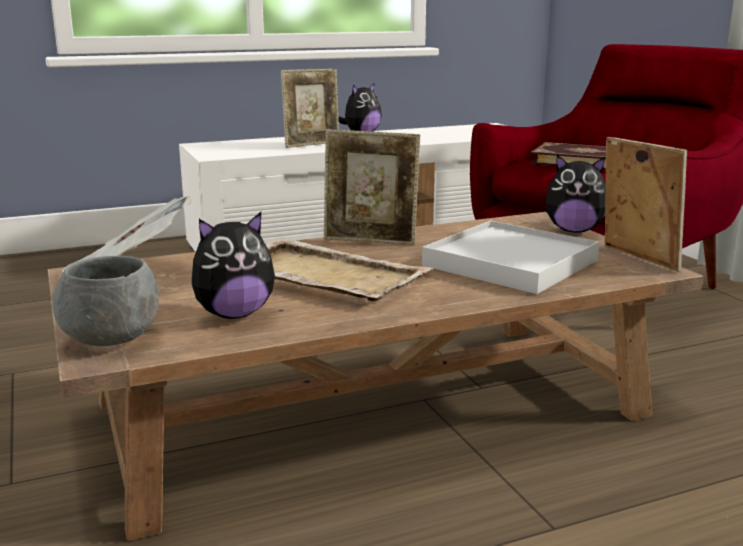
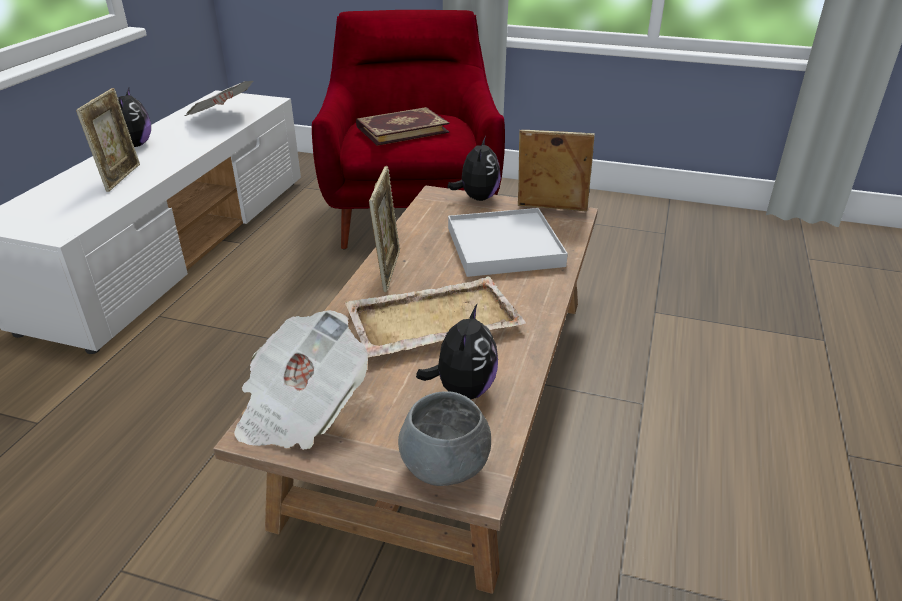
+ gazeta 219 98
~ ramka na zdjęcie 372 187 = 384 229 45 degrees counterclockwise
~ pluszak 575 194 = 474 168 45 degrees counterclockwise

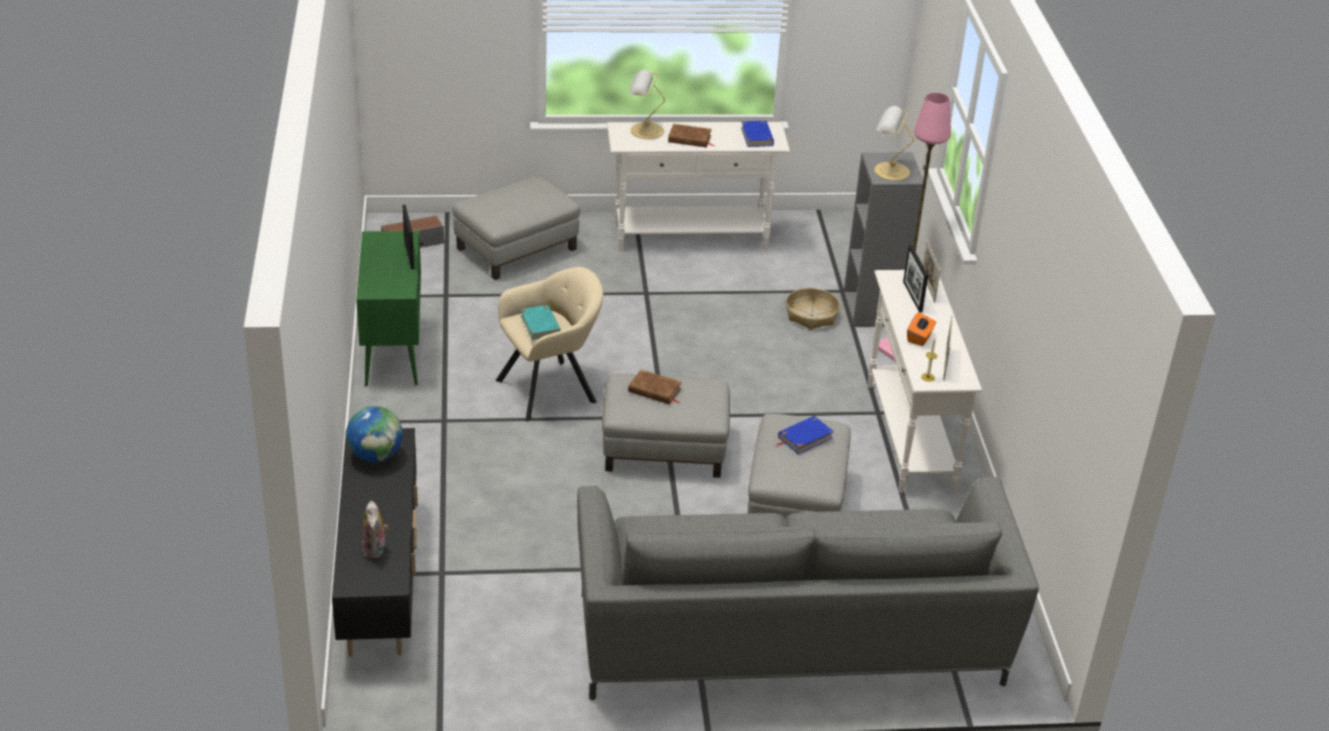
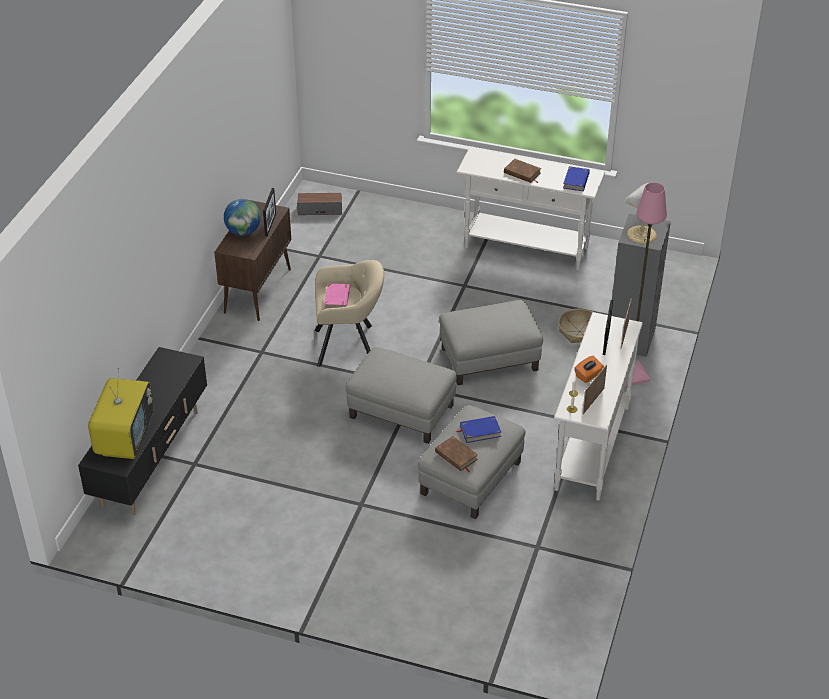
~ pluszak 375 530 to telewizor 120 413
~ szafka [zielony] 388 308 to szafka [brązowy] 252 260
~ globus 374 434 to 242 217
~ książka [turkusowy] 540 322 to książka [różowy] 337 296
~ książka [brązowy] 655 387 to 456 454
~ pufa [szary] 516 227 to 491 342
- kanapa [szary] 808 588
- lampa stołowa 647 104

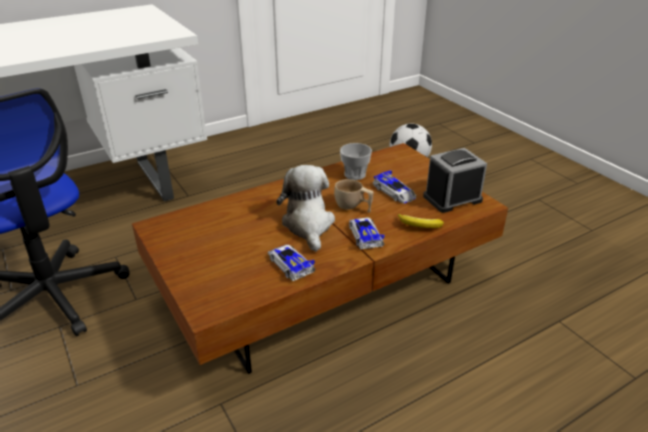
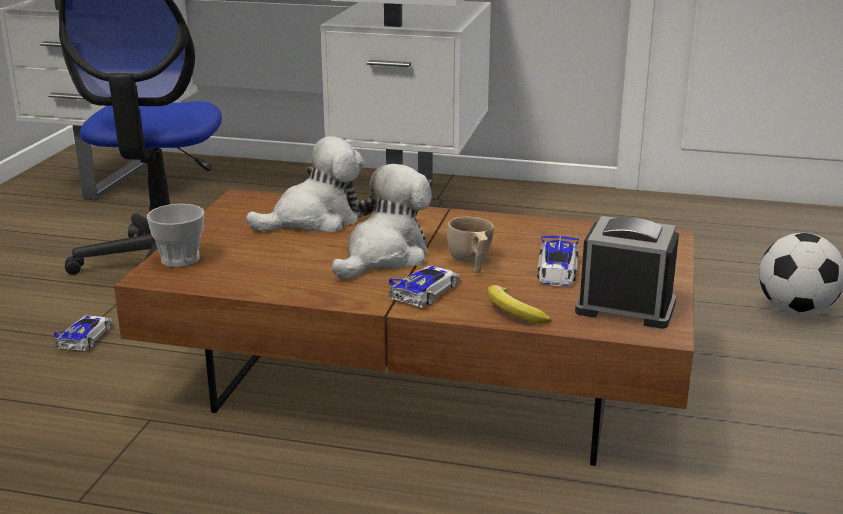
~ samochodzik 292 263 to 83 333
~ filiżanka 356 161 to 175 235
+ pluszak 305 184

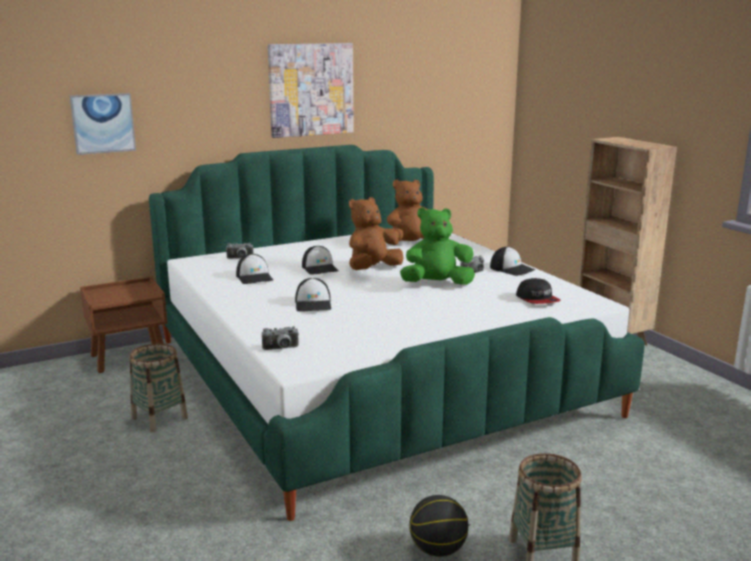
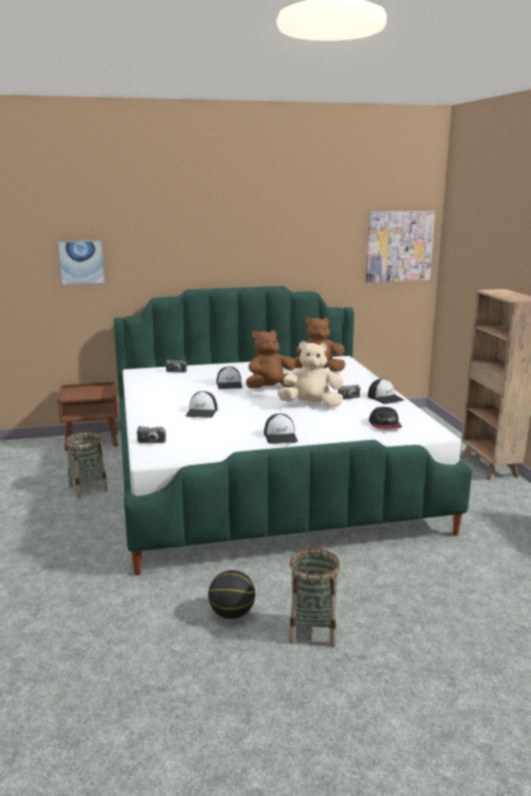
~ czapka z daszkiem 254 269 to 281 429
~ pluszak [zielony] 437 246 to pluszak [beżowy] 310 374
~ obraz 311 90 to 400 246

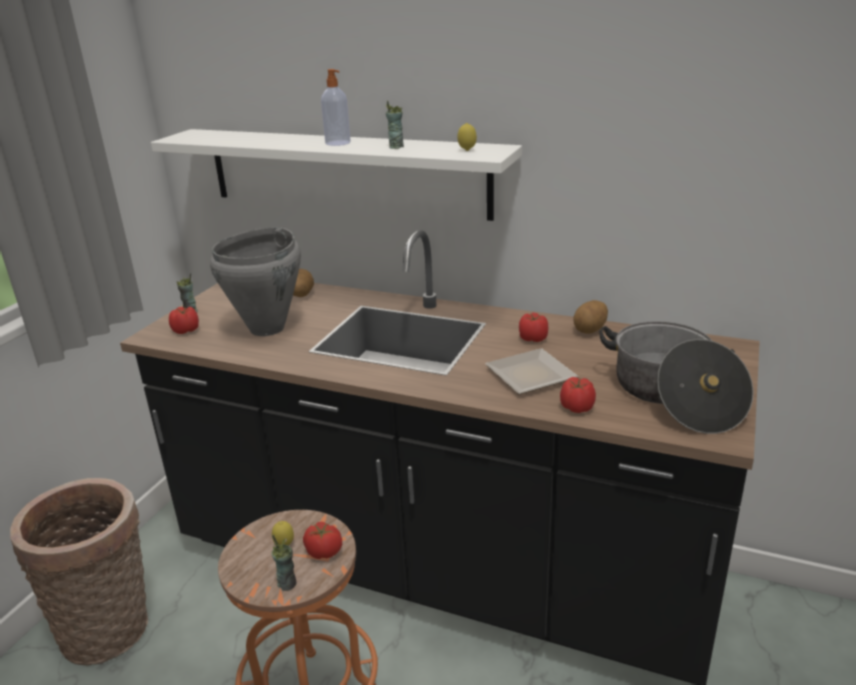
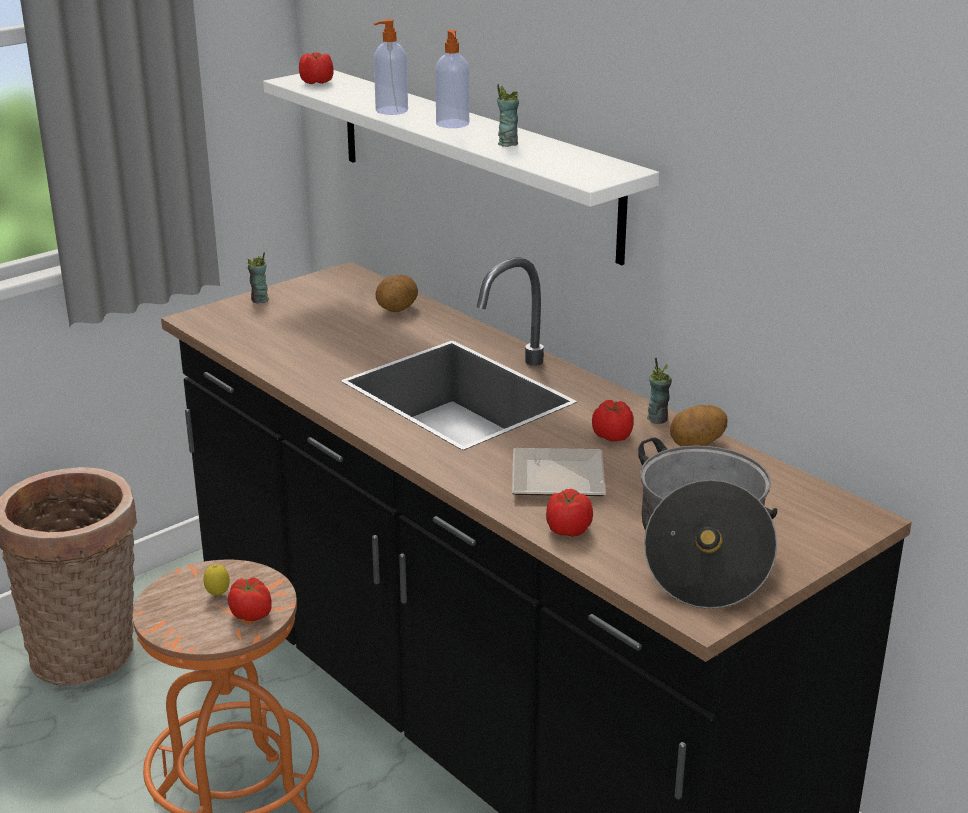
~ pomidor 184 320 to 316 68
+ dozownik mydła 391 67
~ filiżanka 284 563 to 659 391
- garnek [szary] 255 281
- cytryna 467 137

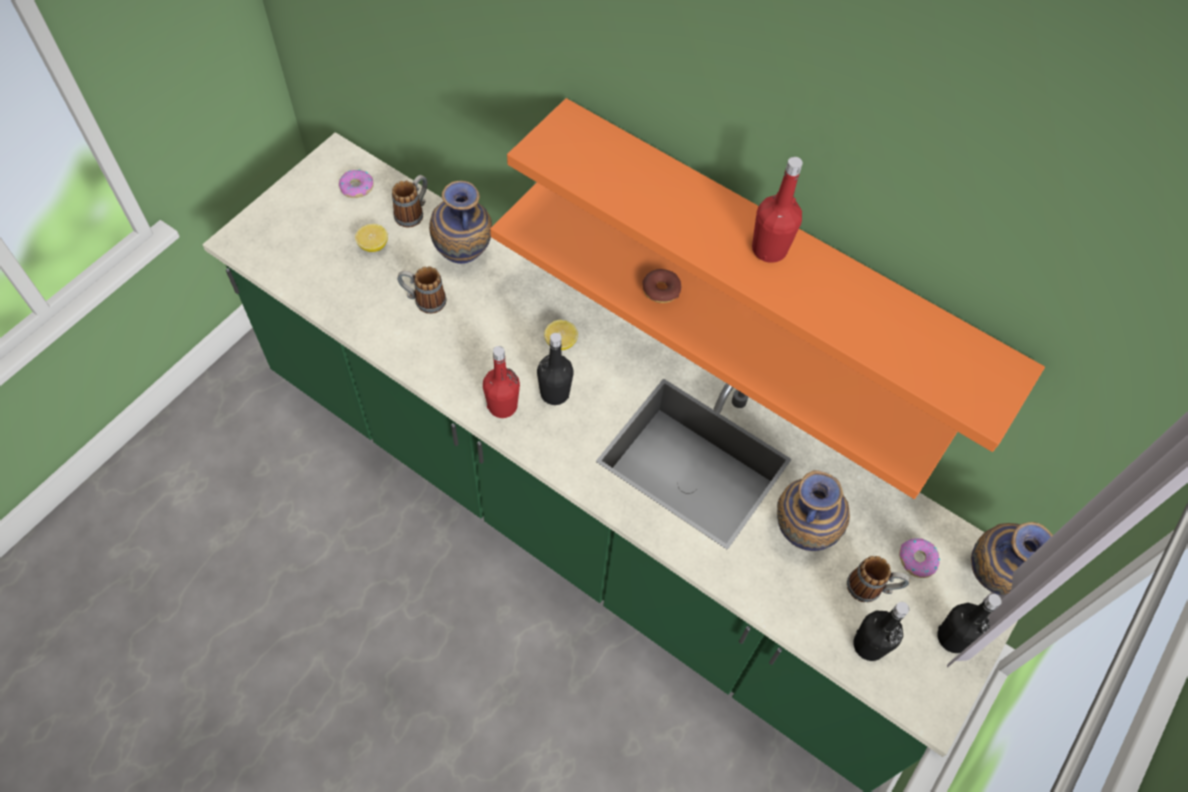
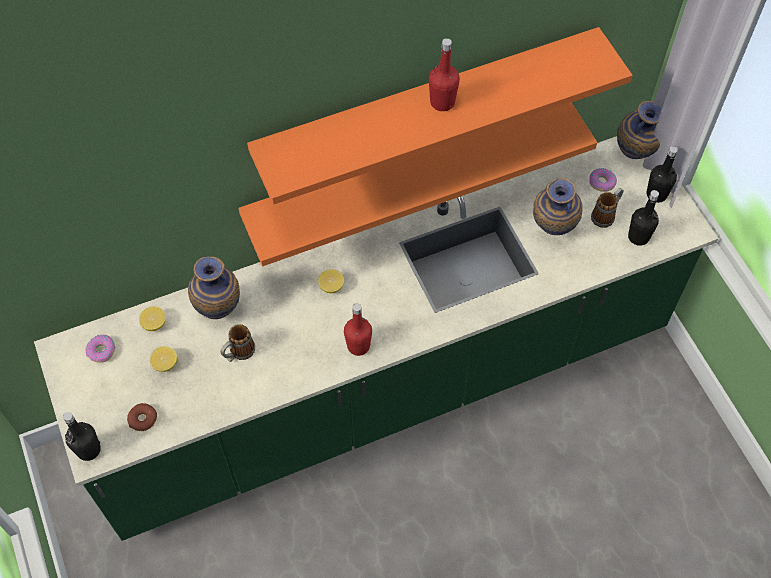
~ butelka [czarny] 555 369 to 82 436
~ donut 662 286 to 142 417
~ kubek 409 201 to cytryna 152 318

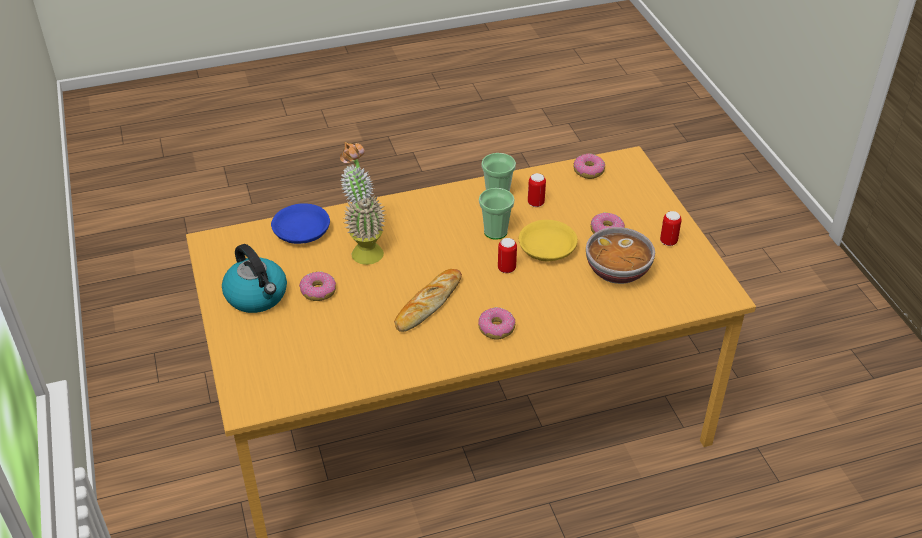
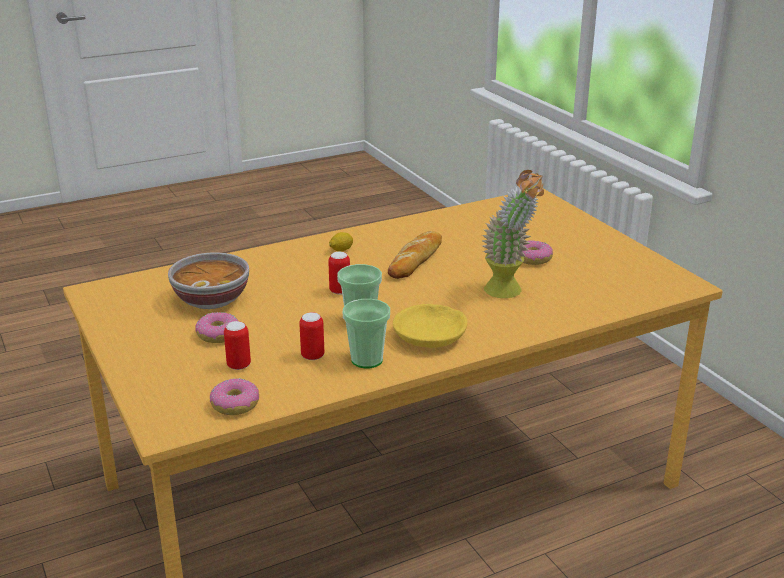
~ puszka 671 228 to 237 345
~ donut 496 323 to cytryna 341 242
~ miska [żółty] 548 240 to 430 326
- czajnik 254 278
- miska [niebieski] 300 223

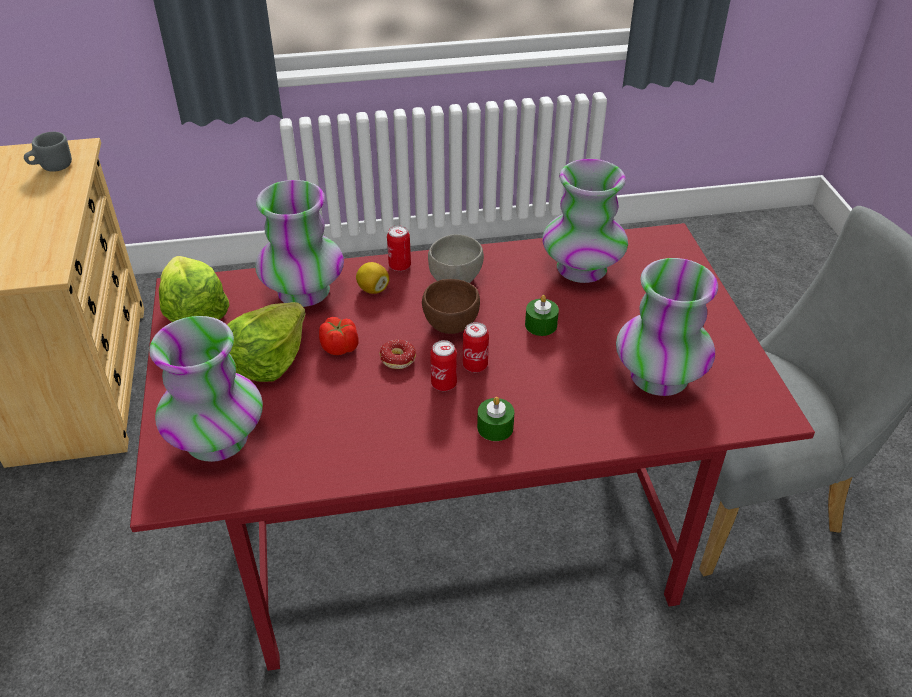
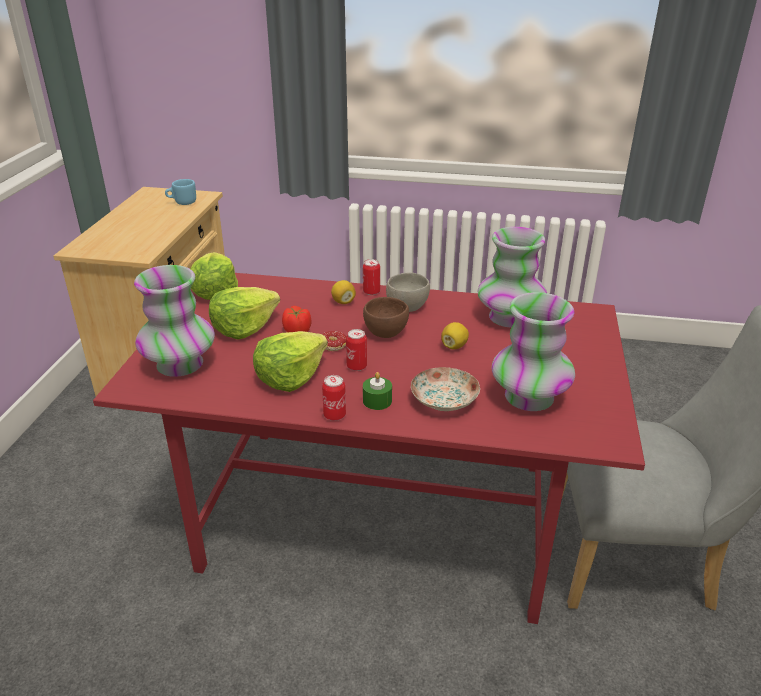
~ kubek [szary] 48 152 to kubek [niebieski] 180 192
+ sałata 290 361
~ puszka 476 347 to 334 398
+ talerz 445 389
~ świeca [zielony] 542 315 to cytryna 455 335
- wazon 299 243

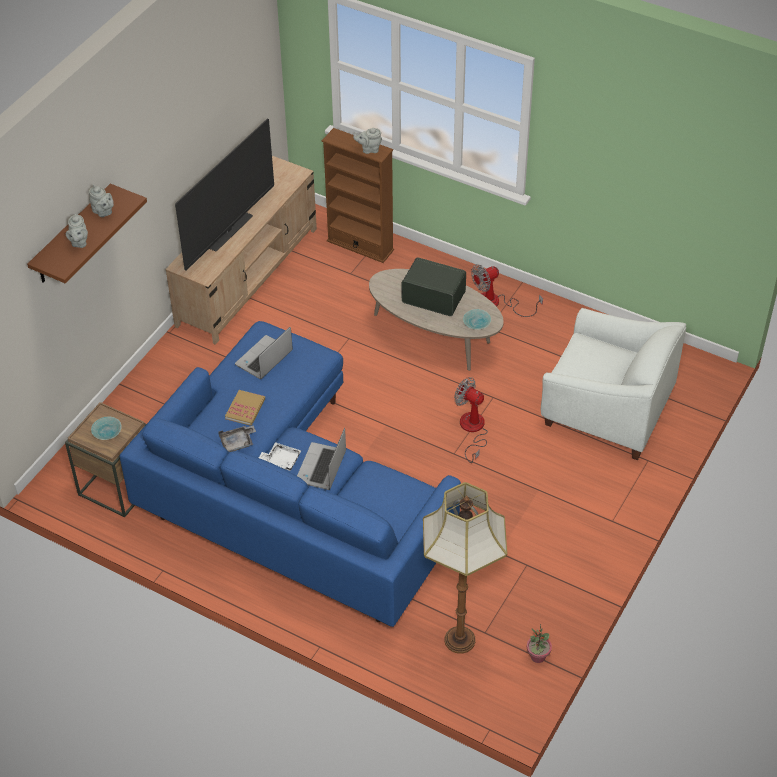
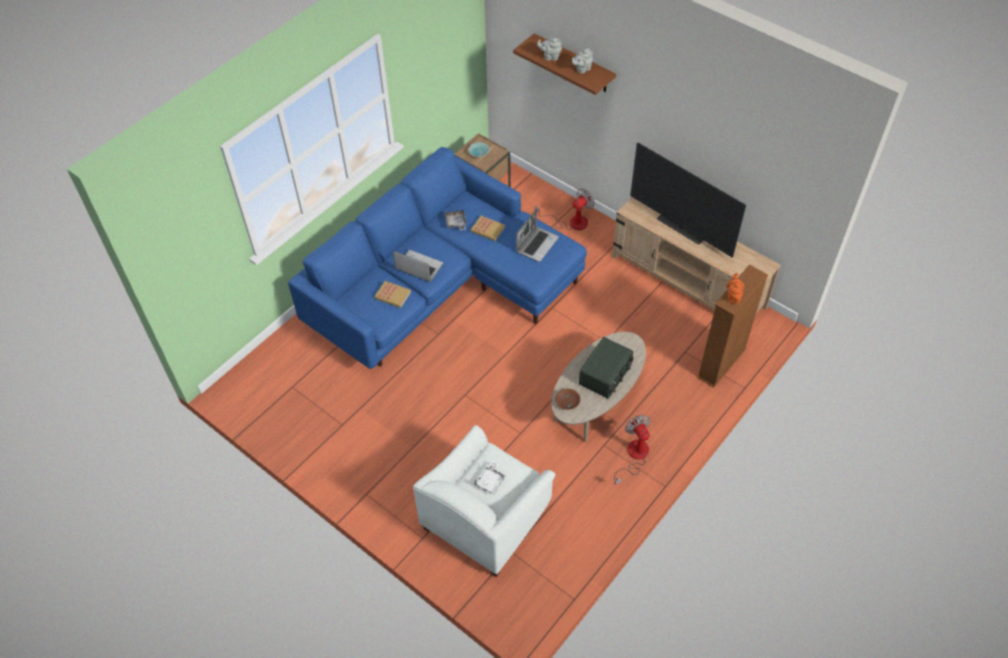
+ książka 392 294
~ taca [biały] 280 456 to 490 477
~ laptop 264 353 = 537 235 75 degrees clockwise
~ wentylator 471 420 to 565 209
~ miska [turkusowy] 477 319 to miska [brązowy] 568 399
~ imbryk [szary] 367 141 to imbryk [pomarańczowy] 735 288
- lampa stojąca 465 568
- roślina doniczkowa 539 643

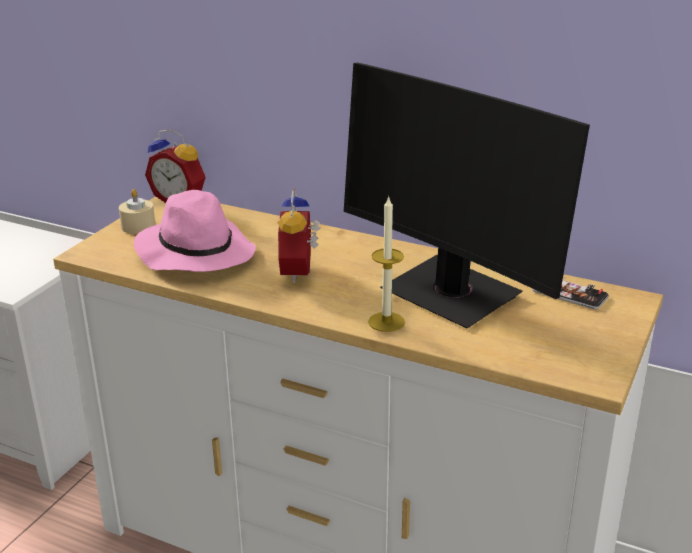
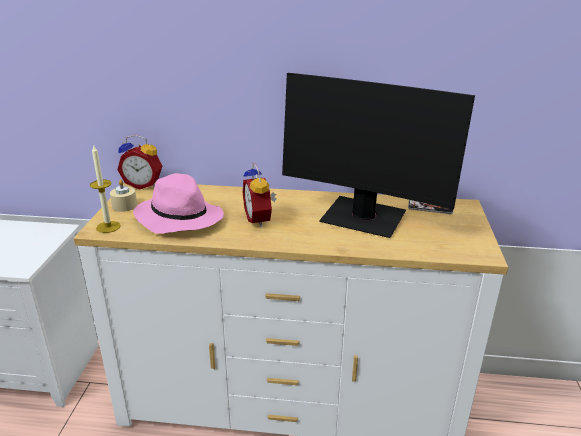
~ świeca 386 264 to 105 188

